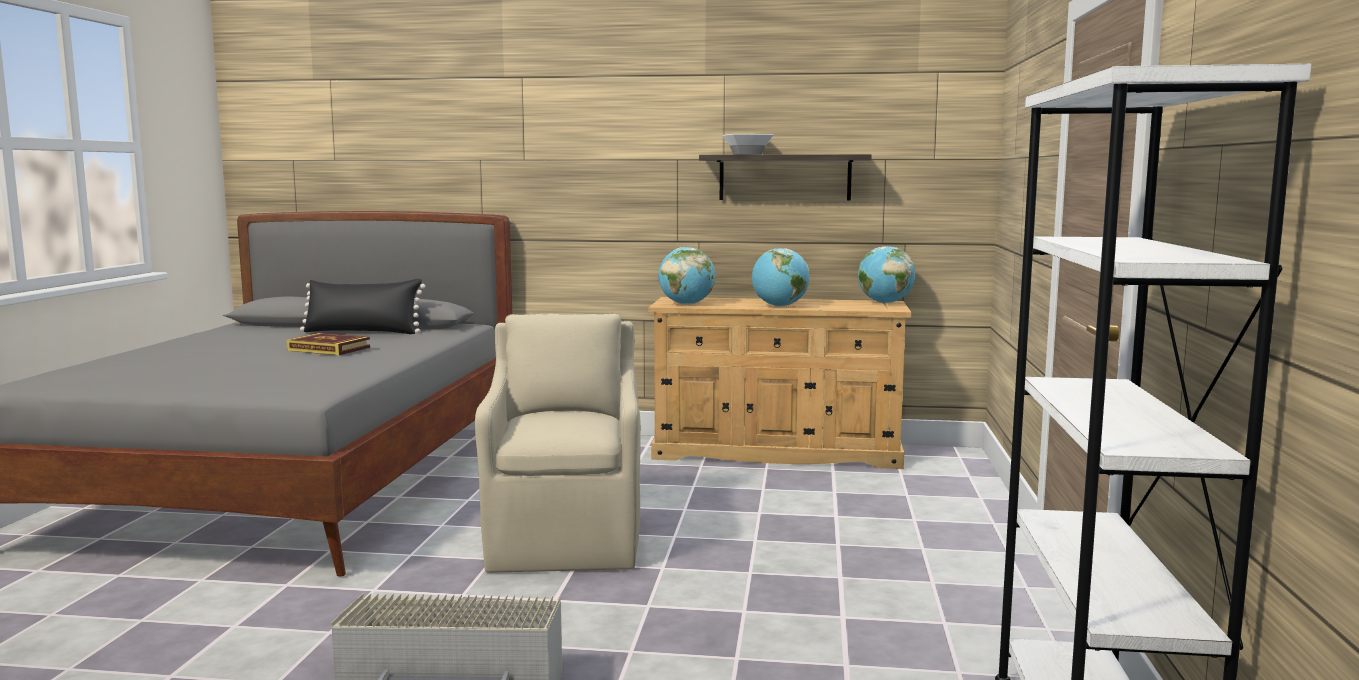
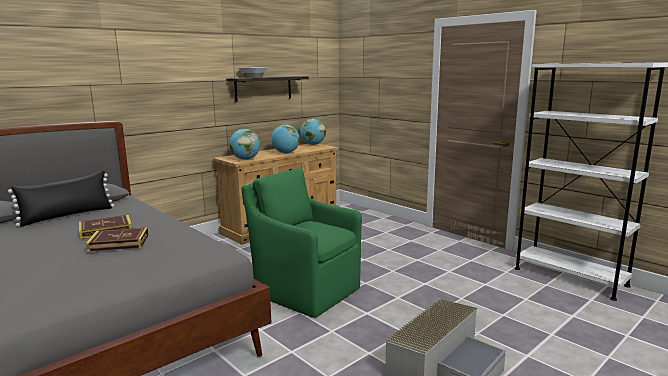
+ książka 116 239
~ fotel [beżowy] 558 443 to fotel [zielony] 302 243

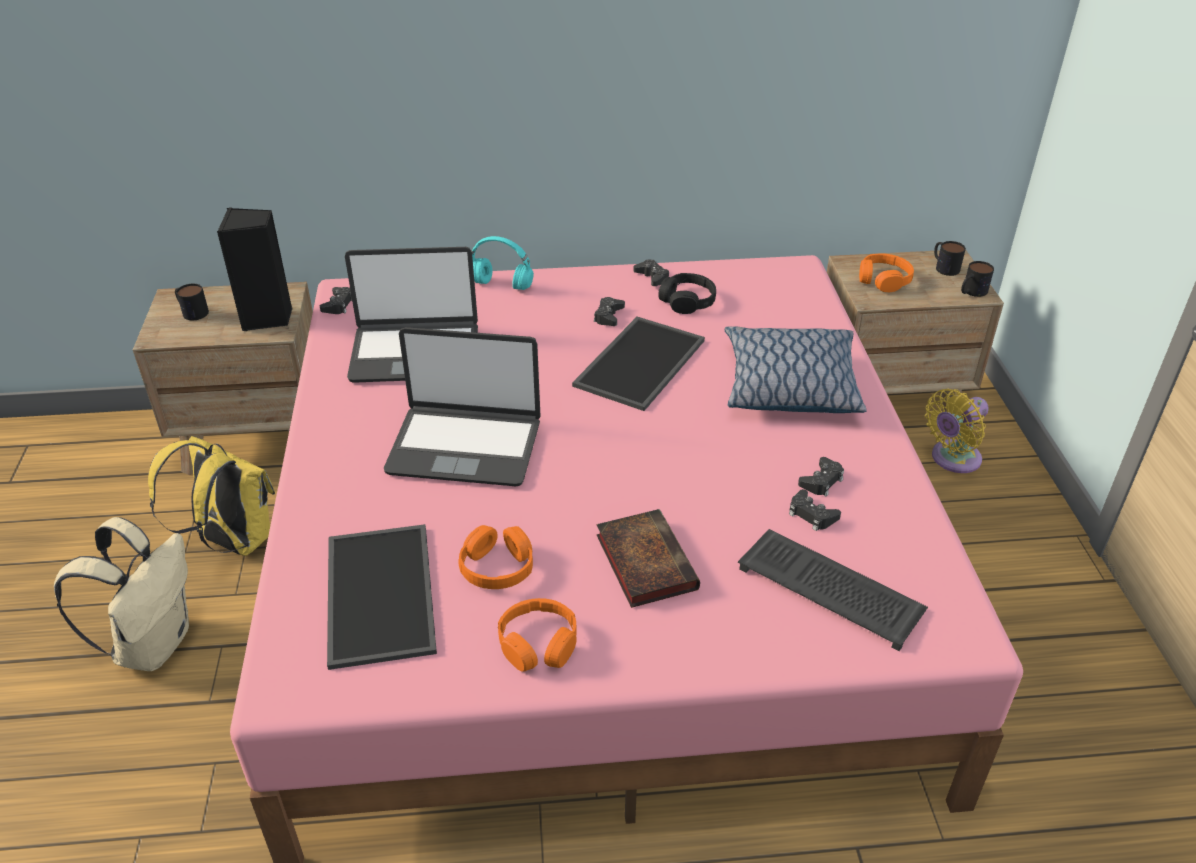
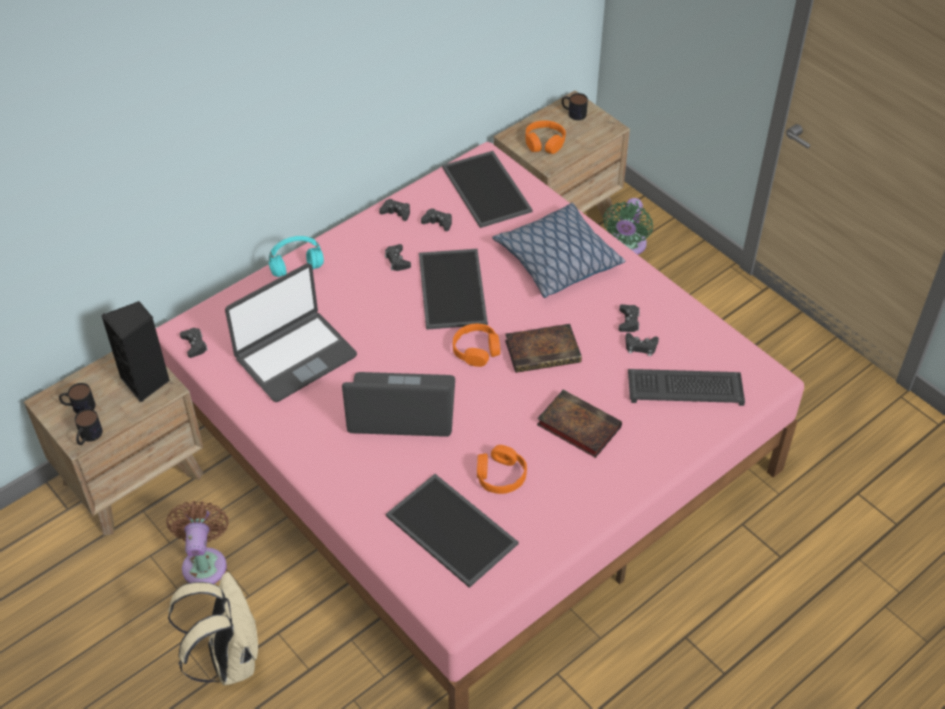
~ kubek 977 279 to 89 427
~ plecak [żółty] 211 496 to wentylator [brązowy] 197 542
~ laptop 462 406 = 398 404 150 degrees counterclockwise
~ słuchawki [czarny] 687 293 to pad do gier [czarny] 436 219
+ taca 487 189
~ słuchawki [pomarańczowy] 537 635 to 476 345
+ książka 543 348
~ wentylator [żółty] 957 431 to wentylator [zielony] 628 226

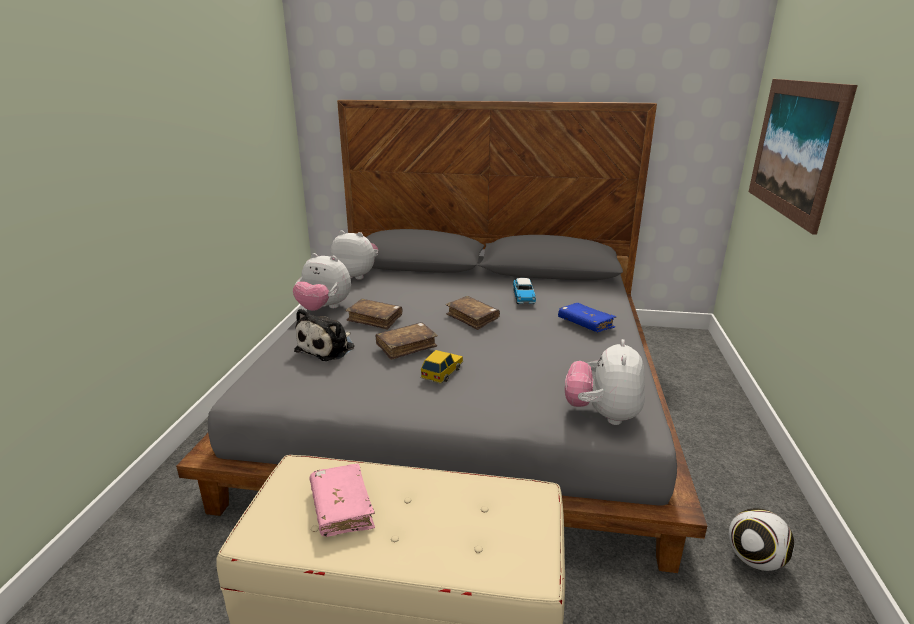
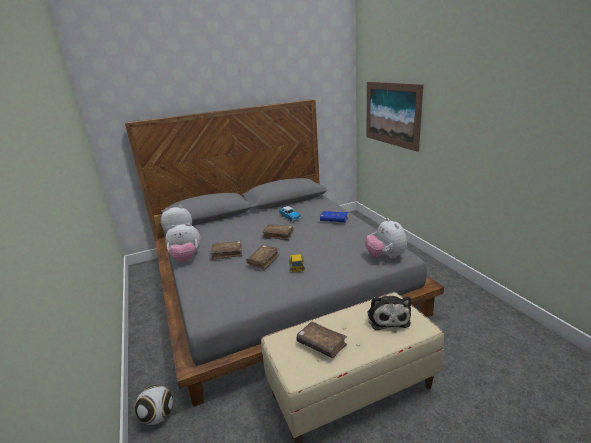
~ piłka futbolowa 762 539 to 154 405
~ książka [różowy] 342 500 to książka [brązowy] 321 339
~ pluszak 324 335 to 389 313

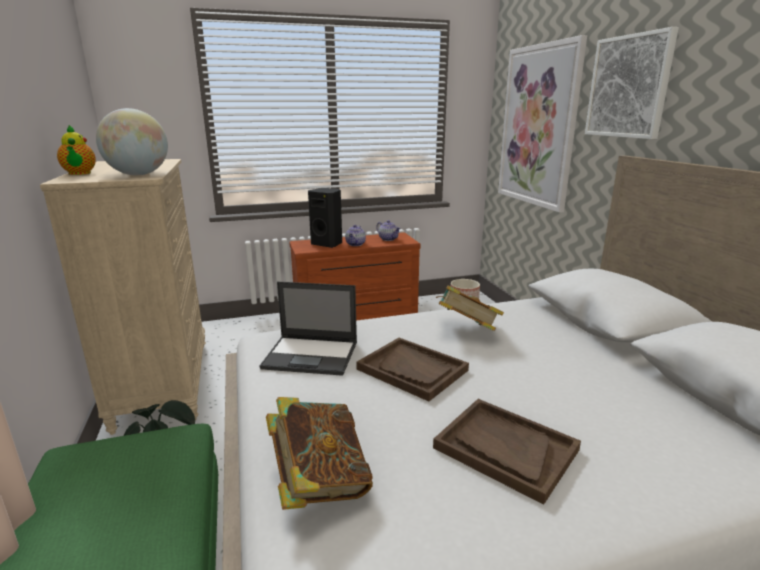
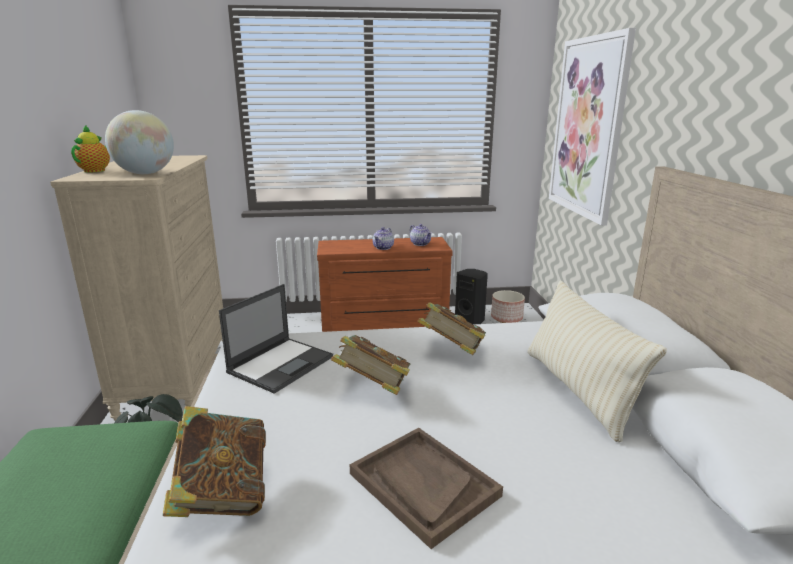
~ imbryk 76 150 = 90 149 150 degrees counterclockwise
~ laptop 308 329 = 276 339 75 degrees counterclockwise
~ taca [brązowy] 412 369 to książka 370 365
~ głośnik [czarny] 325 218 to 471 296
+ poduszka [beżowy] 597 361
- obraz 632 83

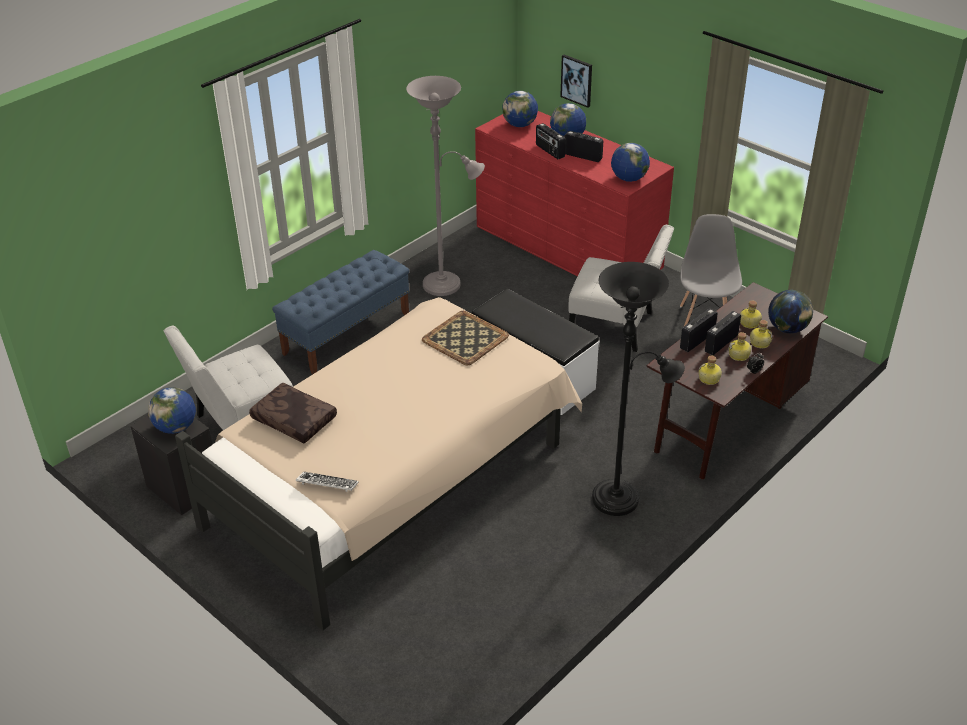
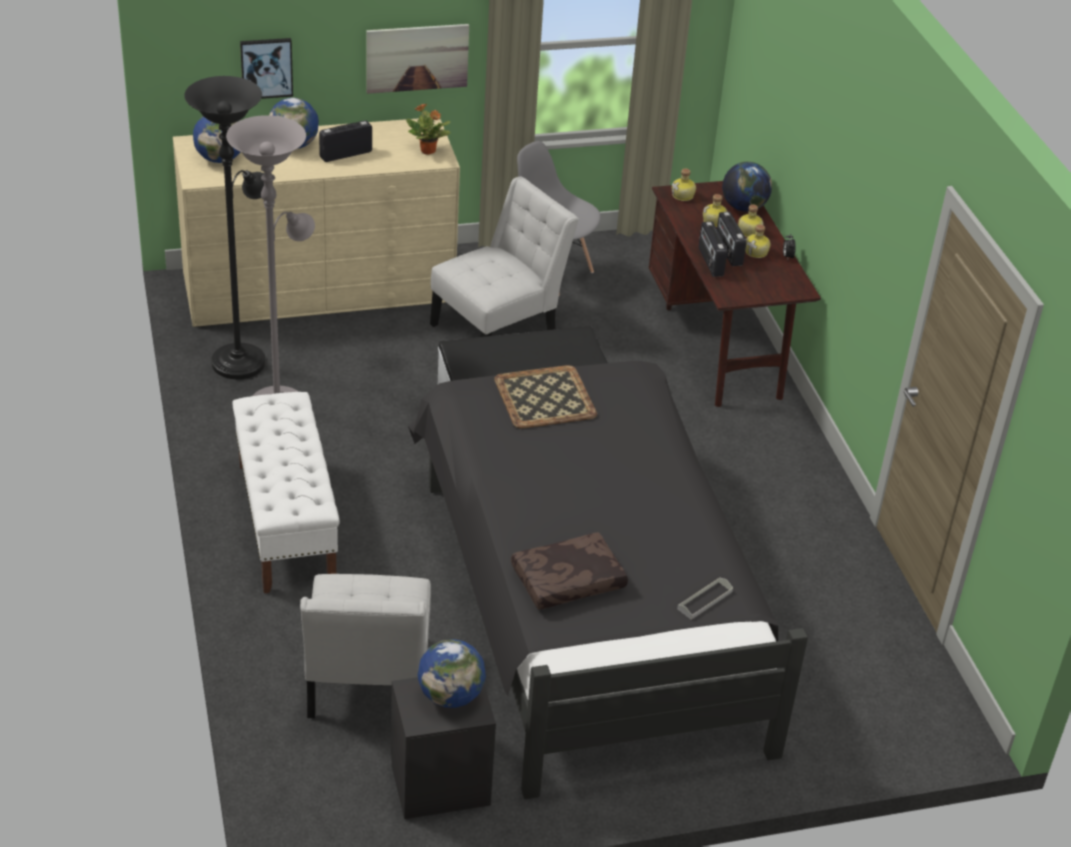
~ komoda [czerwony] 574 193 to komoda [beżowy] 316 222
~ lampa stojąca [czarny] 638 389 to 225 227
~ ławka [niebieski] 340 312 to ławka [biały] 285 492
+ obraz 417 59
~ globus 630 162 to roślina doniczkowa 428 129
~ łóżko [beżowy] 378 463 to łóżko [czarny] 608 580
~ butelka 710 370 to 684 184
~ klawiatura 327 482 to taca [szary] 705 598
- radio 550 141

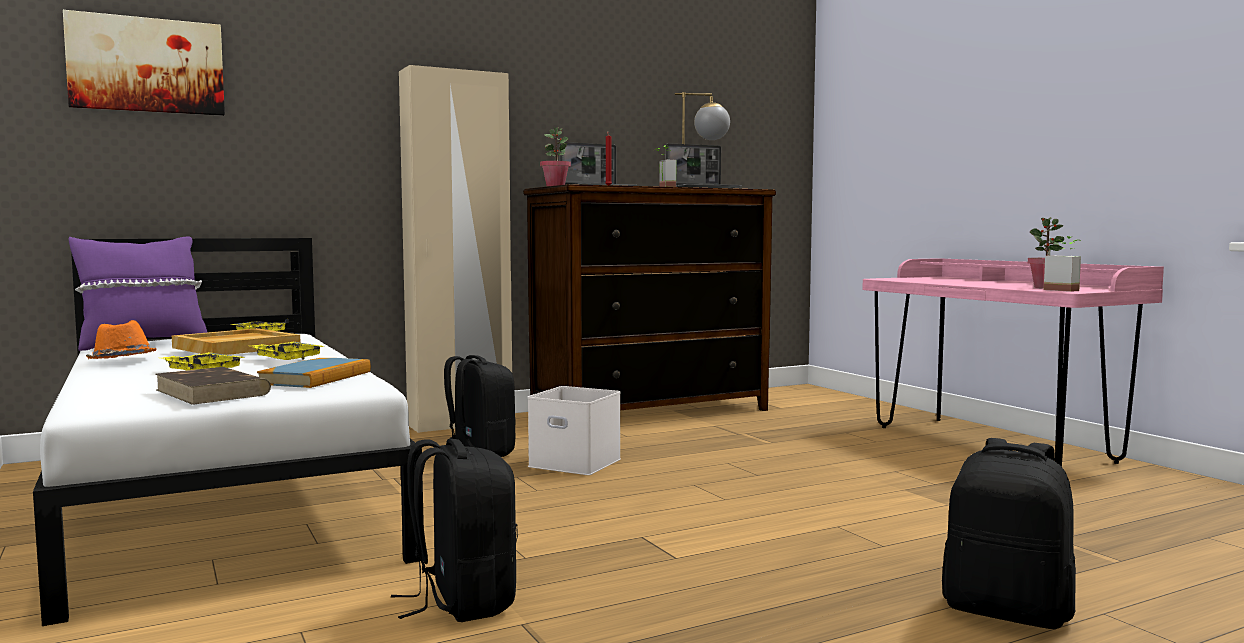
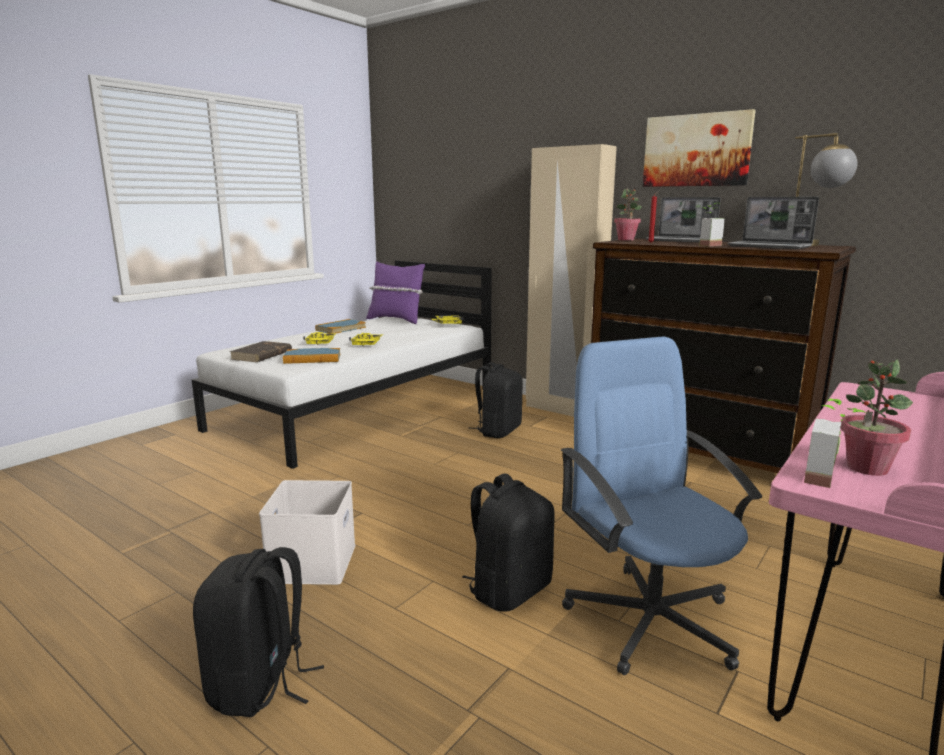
~ pojemnik do przechowywania [biały] 574 430 to 307 532
~ kapelusz [pomarańczowy] 121 339 to książka 340 326
~ plecak [czarny] 454 530 to 508 542
+ krzesło biurowe [niebieski] 661 505
~ obraz 144 63 to 699 148
- taca [beżowy] 236 341

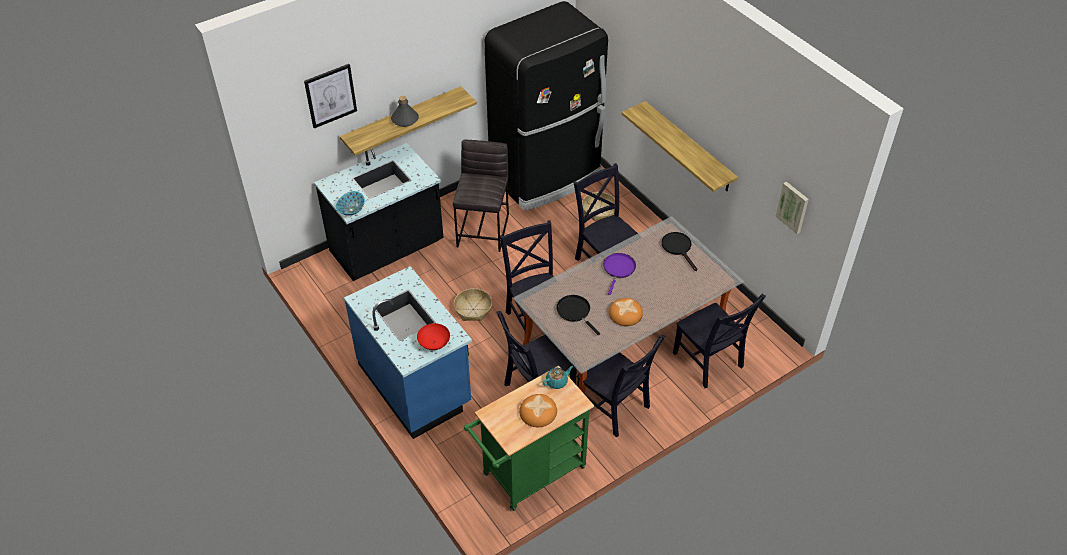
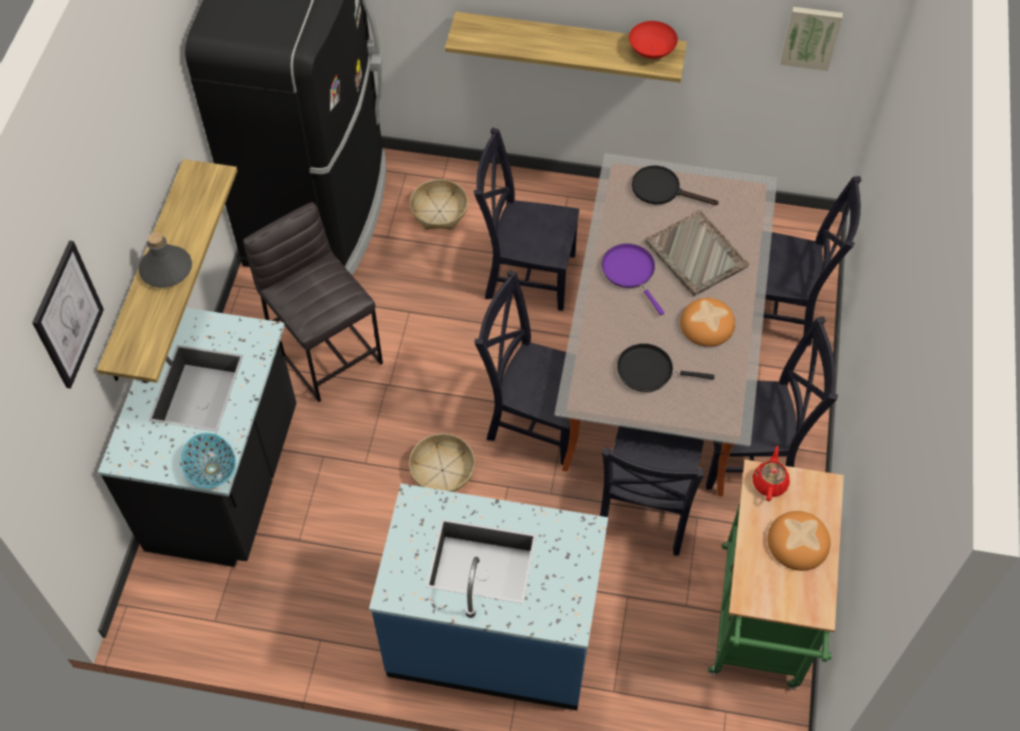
~ miska [czerwony] 433 336 to 653 40
+ taca [szary] 697 253
~ imbryk [turkusowy] 557 377 to imbryk [czerwony] 771 473

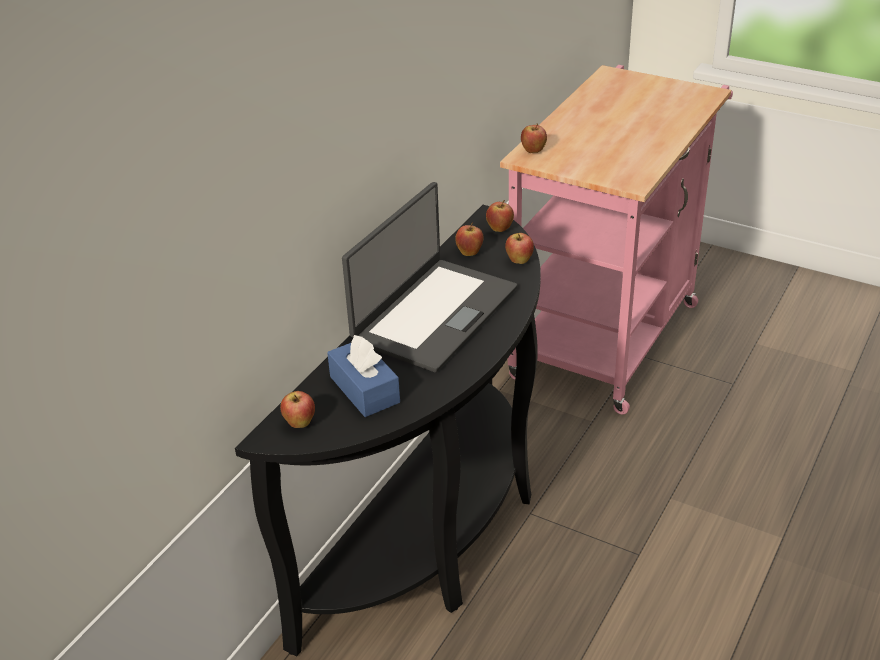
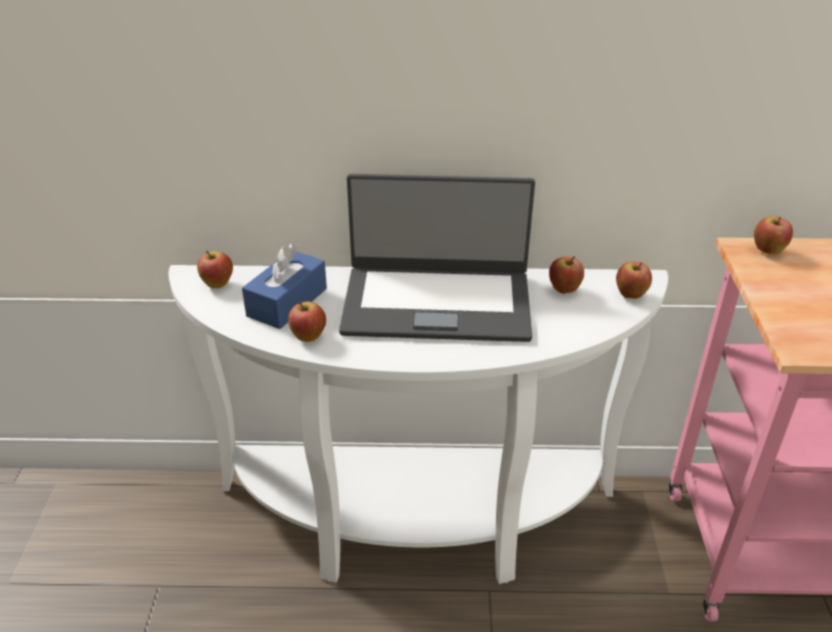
~ stolik konsolowy [czarny] 388 430 to stolik konsolowy [biały] 418 424
~ jabłko 519 248 to 307 321

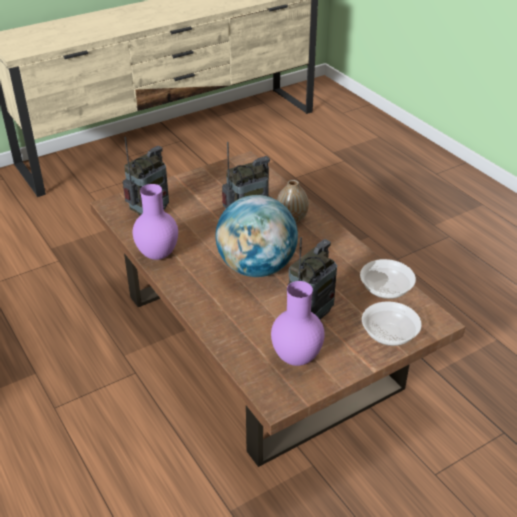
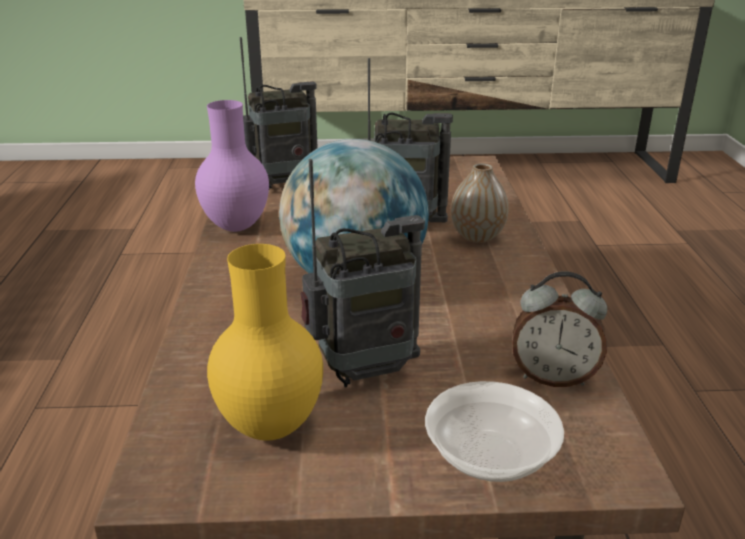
~ wazon [fioletowy] 298 323 to wazon [żółty] 265 342
~ miska 388 279 to budzik 559 329

